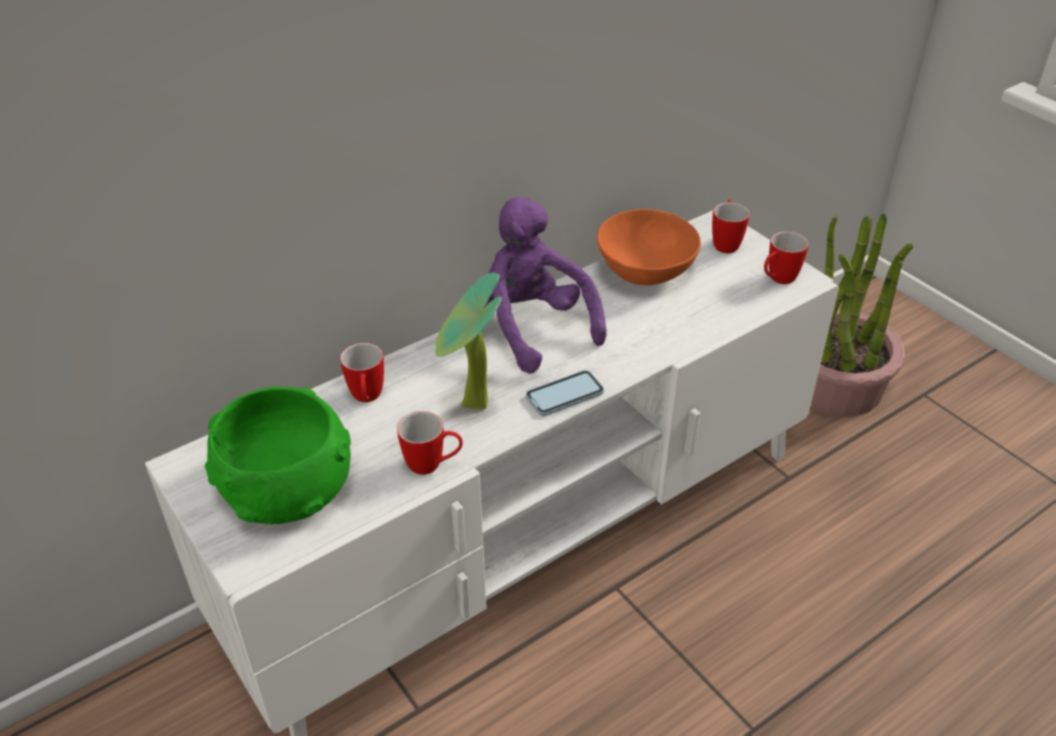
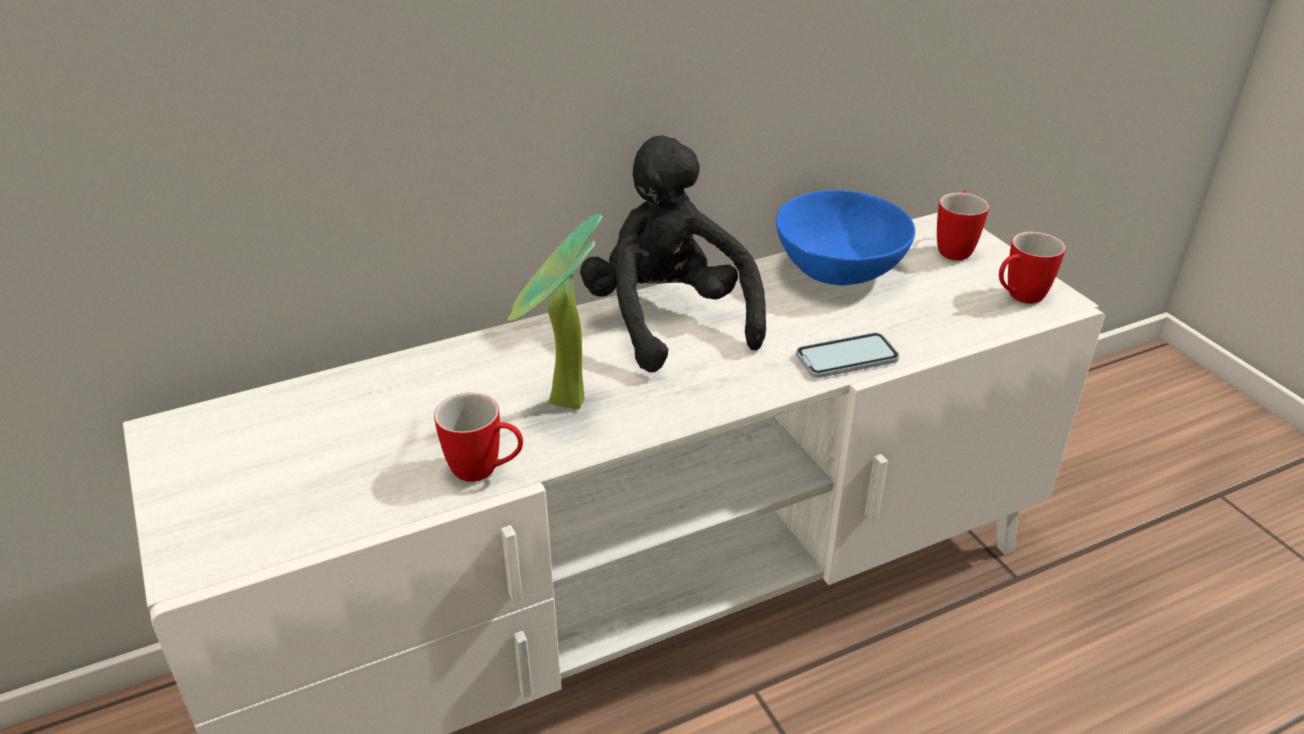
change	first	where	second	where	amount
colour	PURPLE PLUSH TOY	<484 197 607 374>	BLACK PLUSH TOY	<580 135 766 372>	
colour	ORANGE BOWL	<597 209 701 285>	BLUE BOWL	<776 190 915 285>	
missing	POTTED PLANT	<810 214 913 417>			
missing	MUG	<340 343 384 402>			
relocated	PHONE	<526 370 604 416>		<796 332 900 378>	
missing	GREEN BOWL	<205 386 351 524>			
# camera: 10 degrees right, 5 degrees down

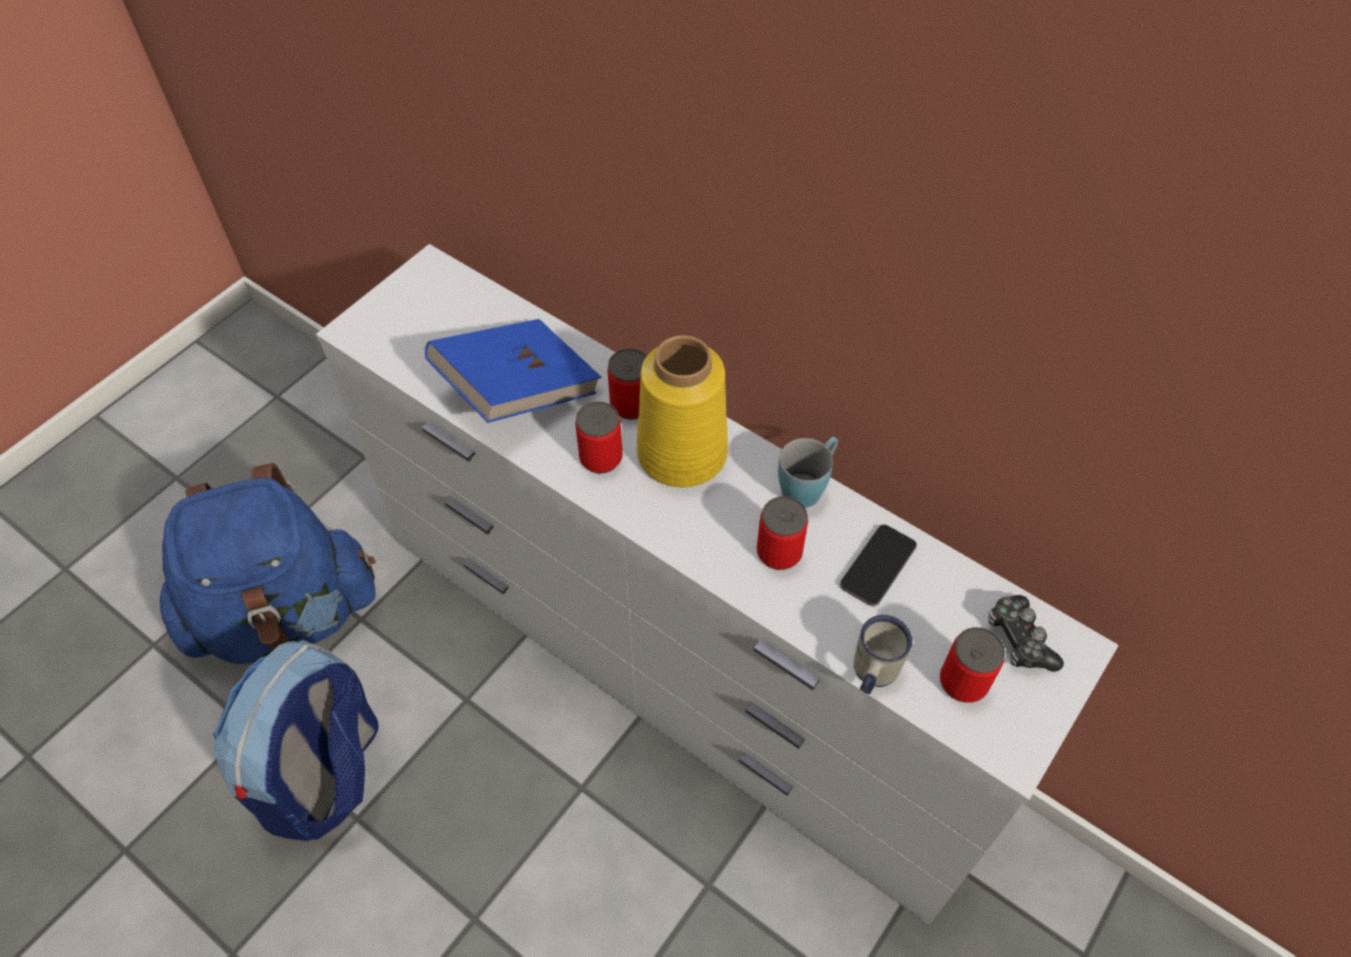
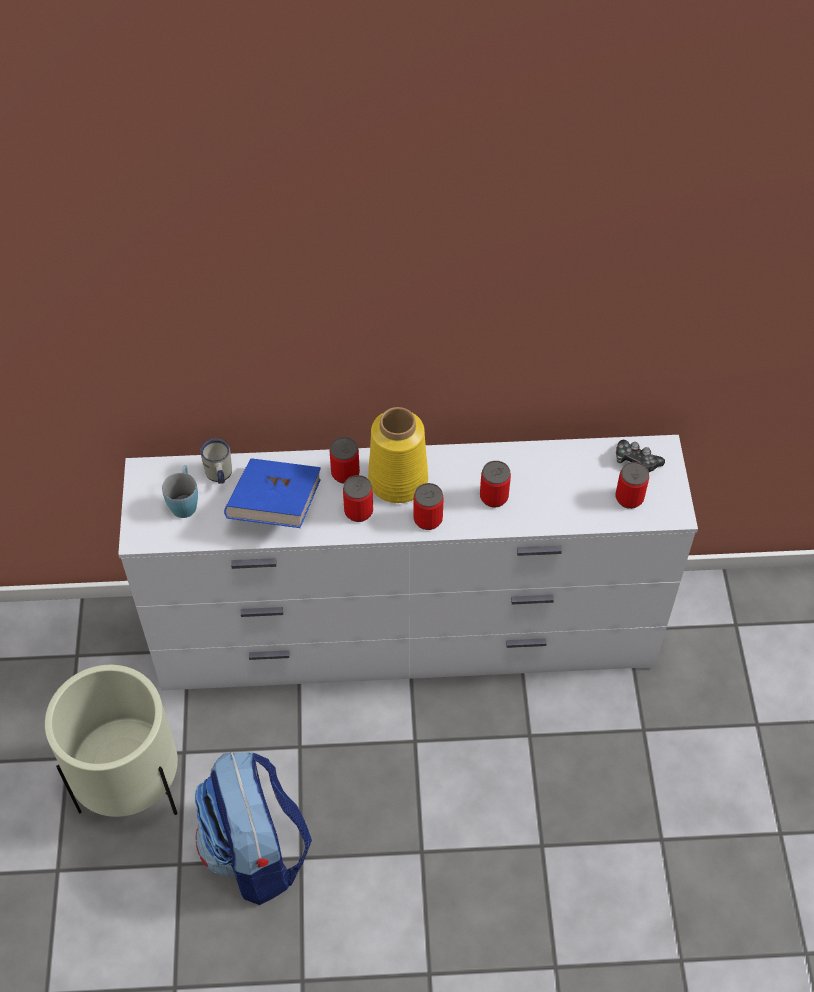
change	first	where	second	where	amount
relocated	BLUE MUG	<778 436 838 508>		<162 465 198 518>	
exchanged	BLUE BACKPACK	<160 463 376 664>	BEIGE PLANTER	<45 665 178 817>	
missing	PHONE	<840 524 917 606>			
relocated	WHITE MUG	<854 615 912 694>		<200 439 232 484>	
appeared			CAN	<413 483 444 530>	
# camera: 40 degrees left, 0 degrees up

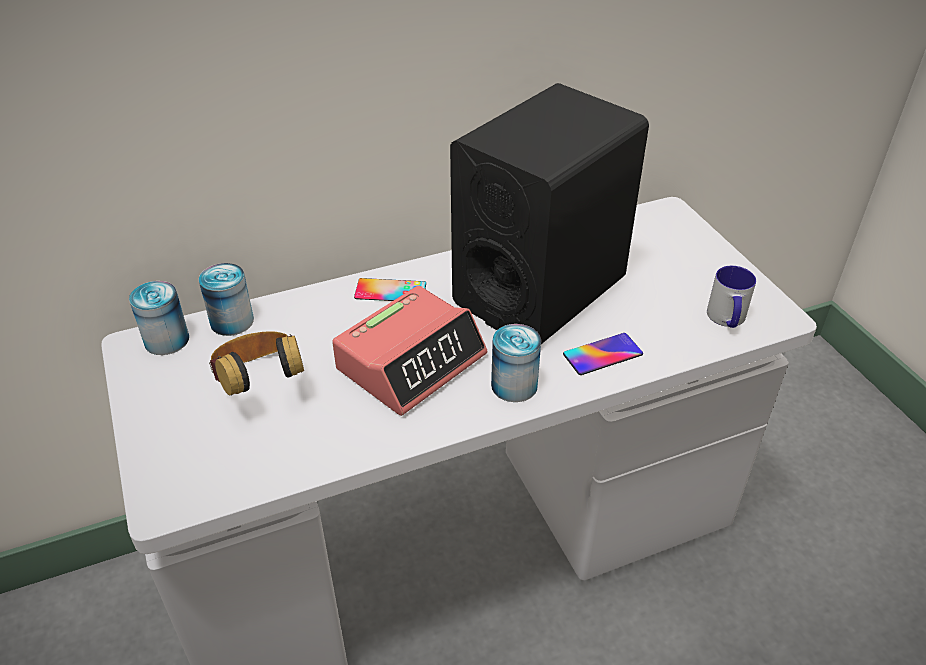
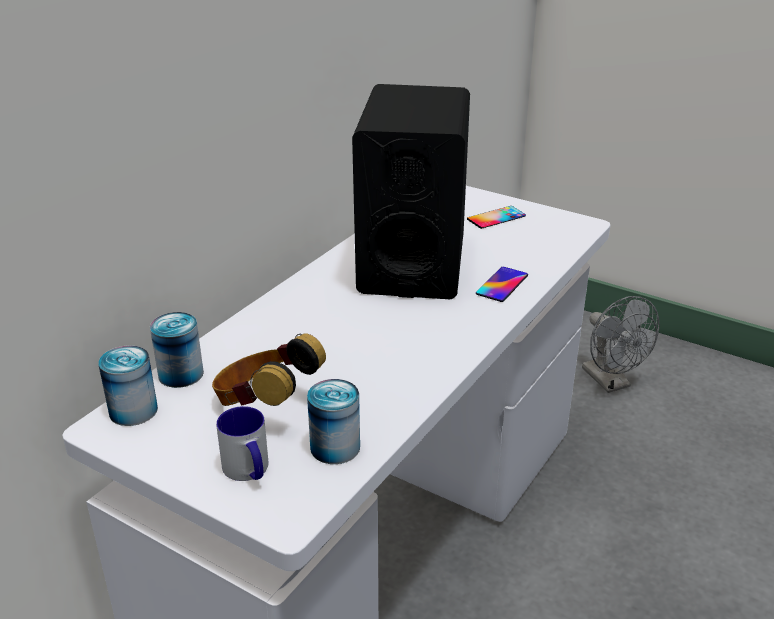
change	first	where	second	where	amount
relocated	MUG	<707 266 756 328>		<216 406 268 481>	
relocated	PHONE	<354 278 426 301>		<467 206 526 229>	
missing	ALARM CLOCK	<332 286 487 416>			
relocated	CAN	<491 324 541 402>		<307 379 360 464>	
appeared			GREY FAN	<582 296 659 393>	
# camera: 35 degrees left, 10 degrees down

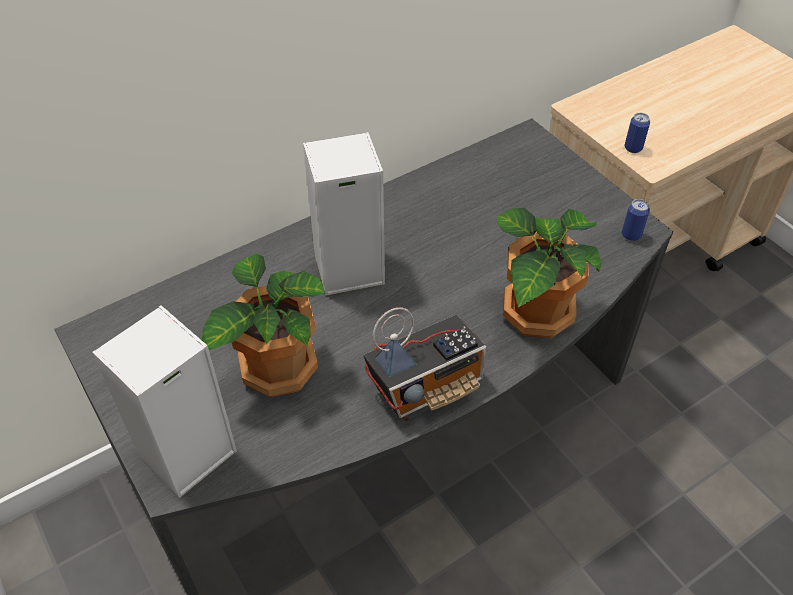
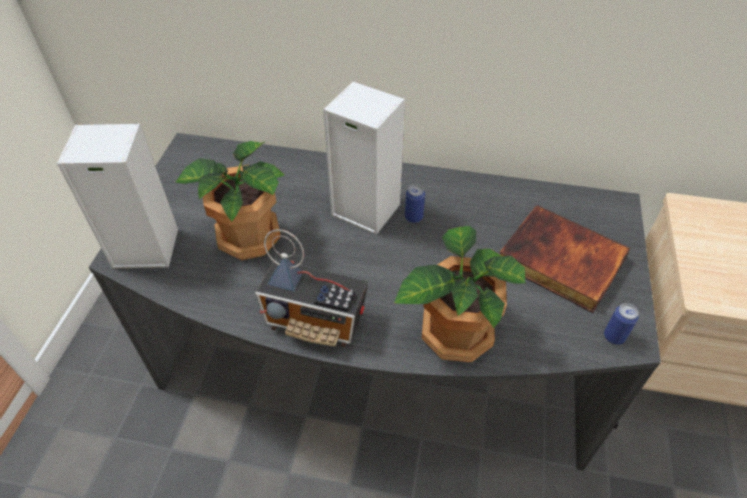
change	first	where	second	where	amount
relocated	CAN	<624 113 650 153>		<405 184 425 223>	
appeared			BOOK	<499 205 631 313>	
# camera: 45 degrees right, 0 degrees up

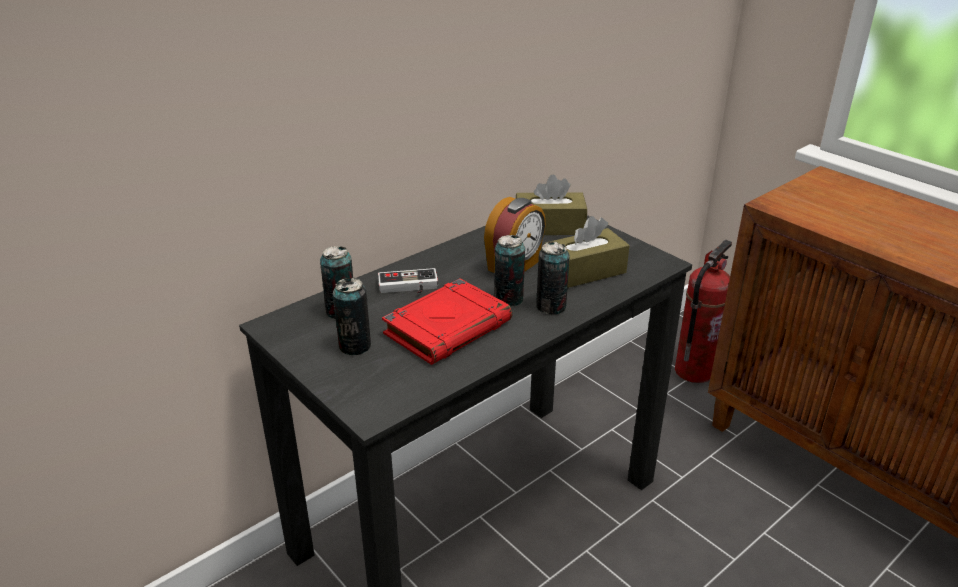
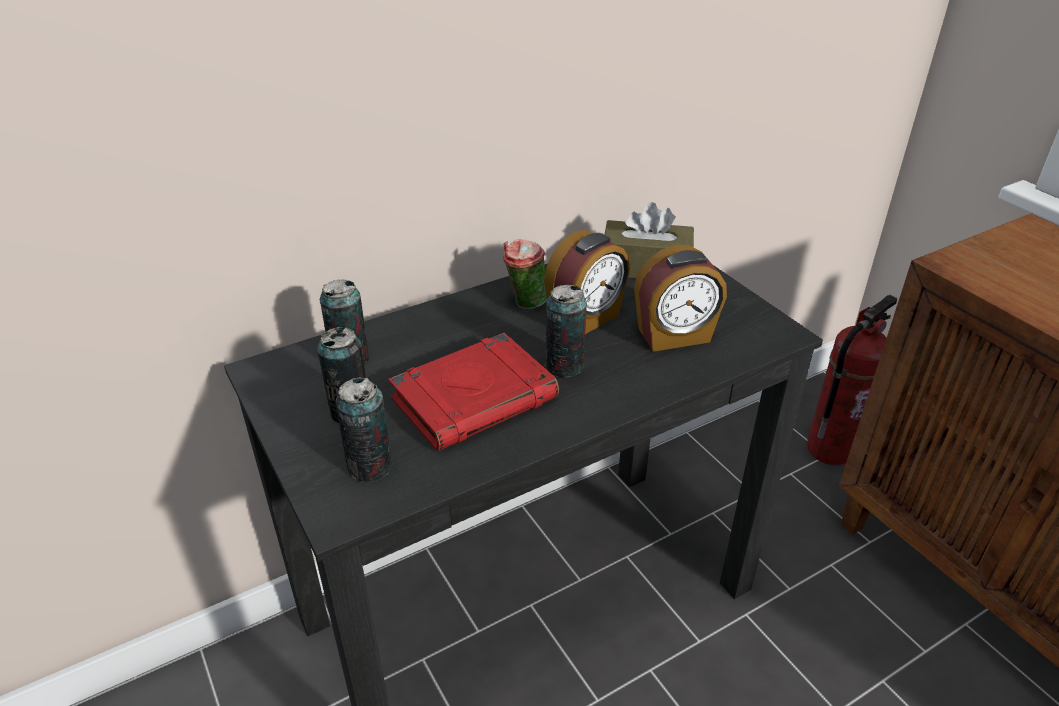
change	first	where	second	where	amount
exchanged	BROWN TISSUE BOX	<545 216 630 288>	ALARM CLOCK	<634 245 727 352>	
relocated	CAN	<536 241 570 314>		<335 377 393 482>	
missing	GAME CONTROLLER	<378 268 438 293>			
appeared			CUP	<503 239 547 310>	
# camera: 10 degrees right, 5 degrees up

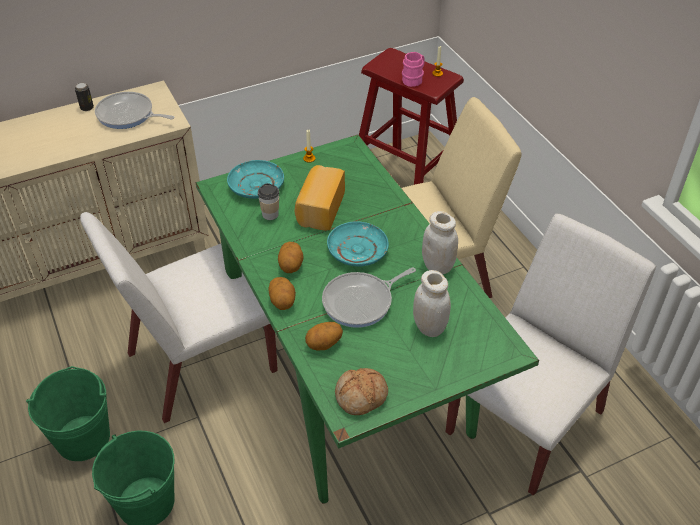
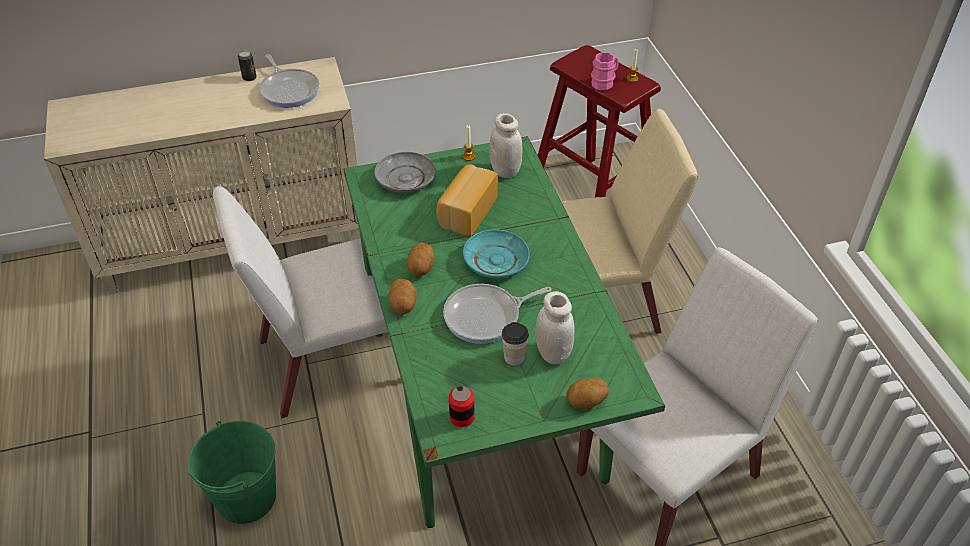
change	first	where	second	where	amount
spun	FRYING PAN	<95 92 174 129>		<259 54 320 108>	150 degrees counterclockwise
colour	TURQUOISE PLATE	<227 160 284 199>	GREY PLATE	<374 152 436 193>	
relocated	CUP	<258 183 279 220>		<502 322 529 366>	
relocated	WHITE JAR	<422 211 458 274>		<490 113 522 178>	
relocated	POTATO	<305 322 343 350>		<566 378 609 409>	
missing	GREEN BUCKET	<26 366 110 461>			
exchanged	BREAD	<335 368 388 415>	CAN	<449 386 475 427>	
# camera: 10 degrees right, 0 degrees up

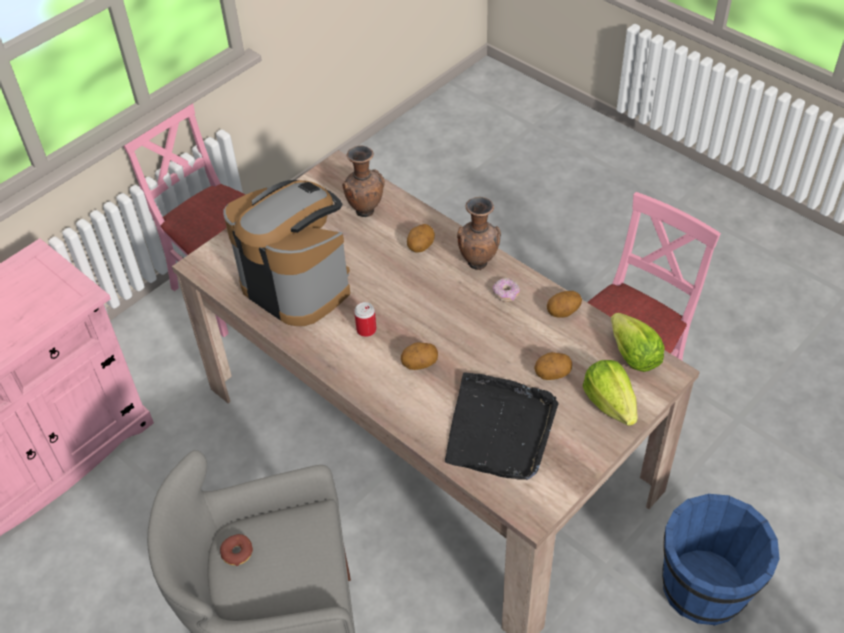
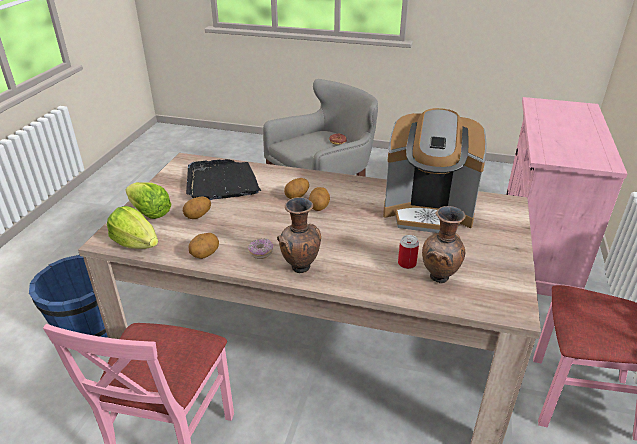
change	first	where	second	where	amount
relocated	POTATO	<407 224 435 252>		<309 187 330 211>	
relocated	CAN	<354 302 377 337>		<398 235 419 269>	
# camera: 150 degrees right, 15 degrees down

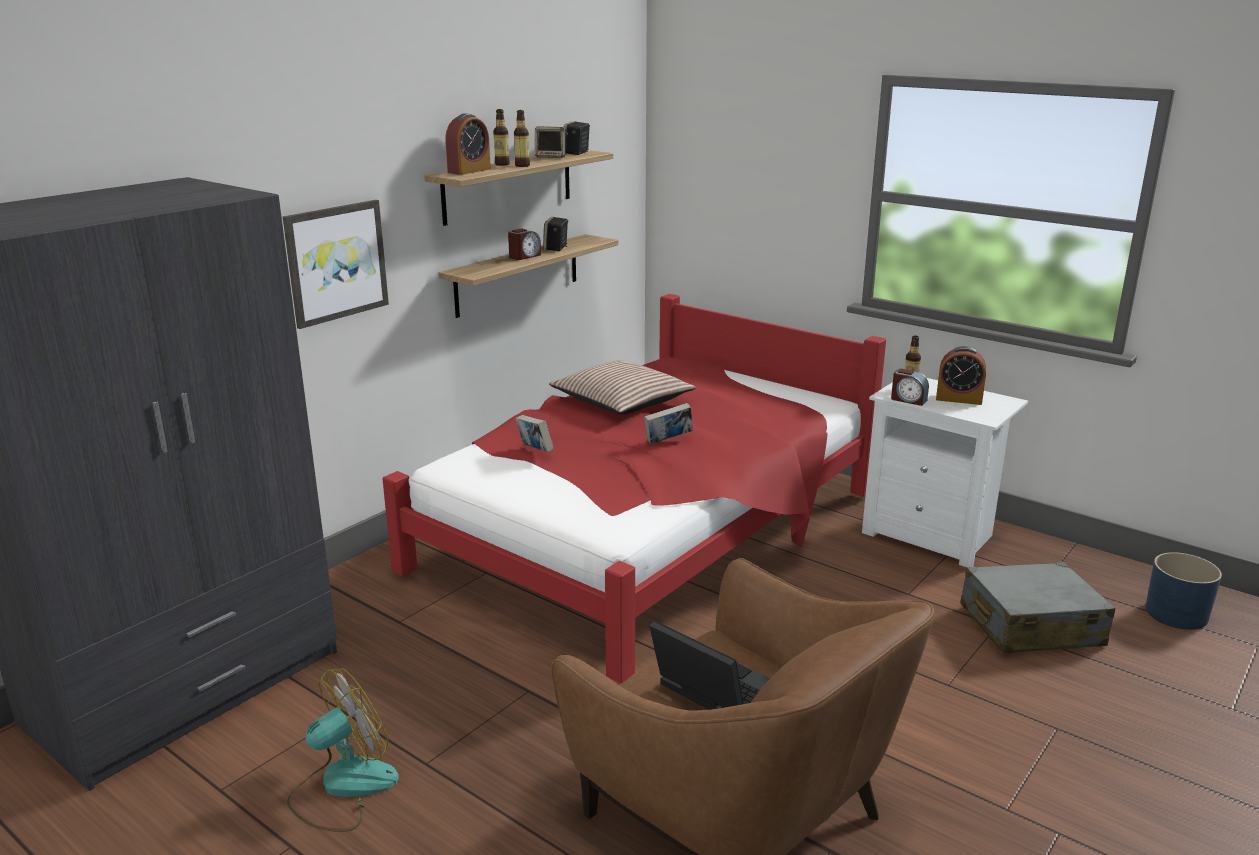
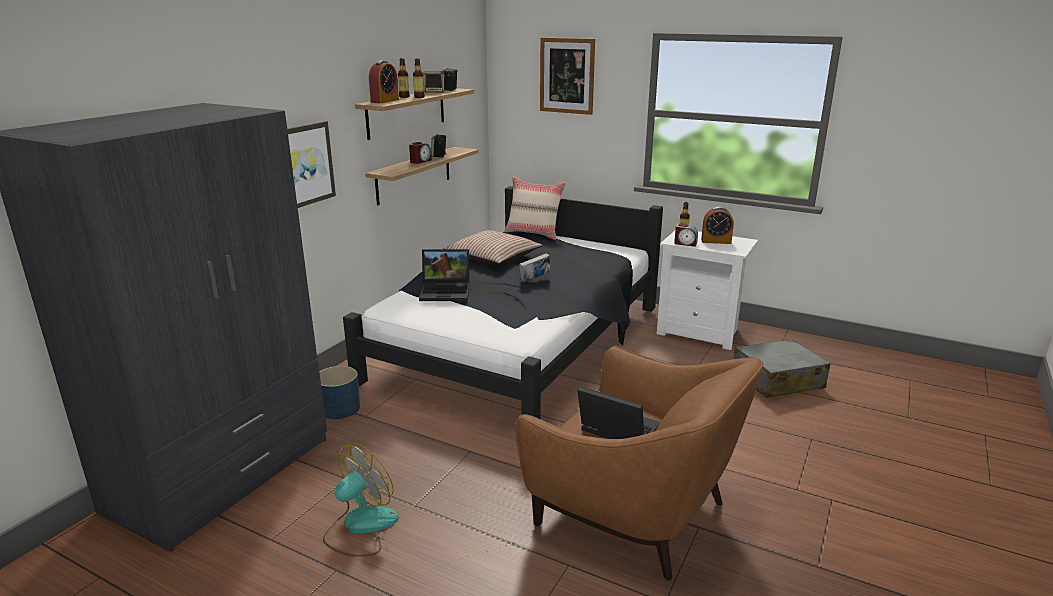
change	first	where	second	where	amount
colour	RED BED	<382 294 886 684>	BLACK BED	<343 186 663 419>	
exchanged	BOOK	<515 415 554 452>	LAPTOP	<419 249 470 301>	
relocated	BLUE PLANTER	<1145 552 1222 630>		<319 366 360 419>	
appeared			PICTURE	<540 38 595 115>	
appeared			BEIGE PILLOW	<504 177 566 240>	
# camera: 10 degrees left, 0 degrees up

